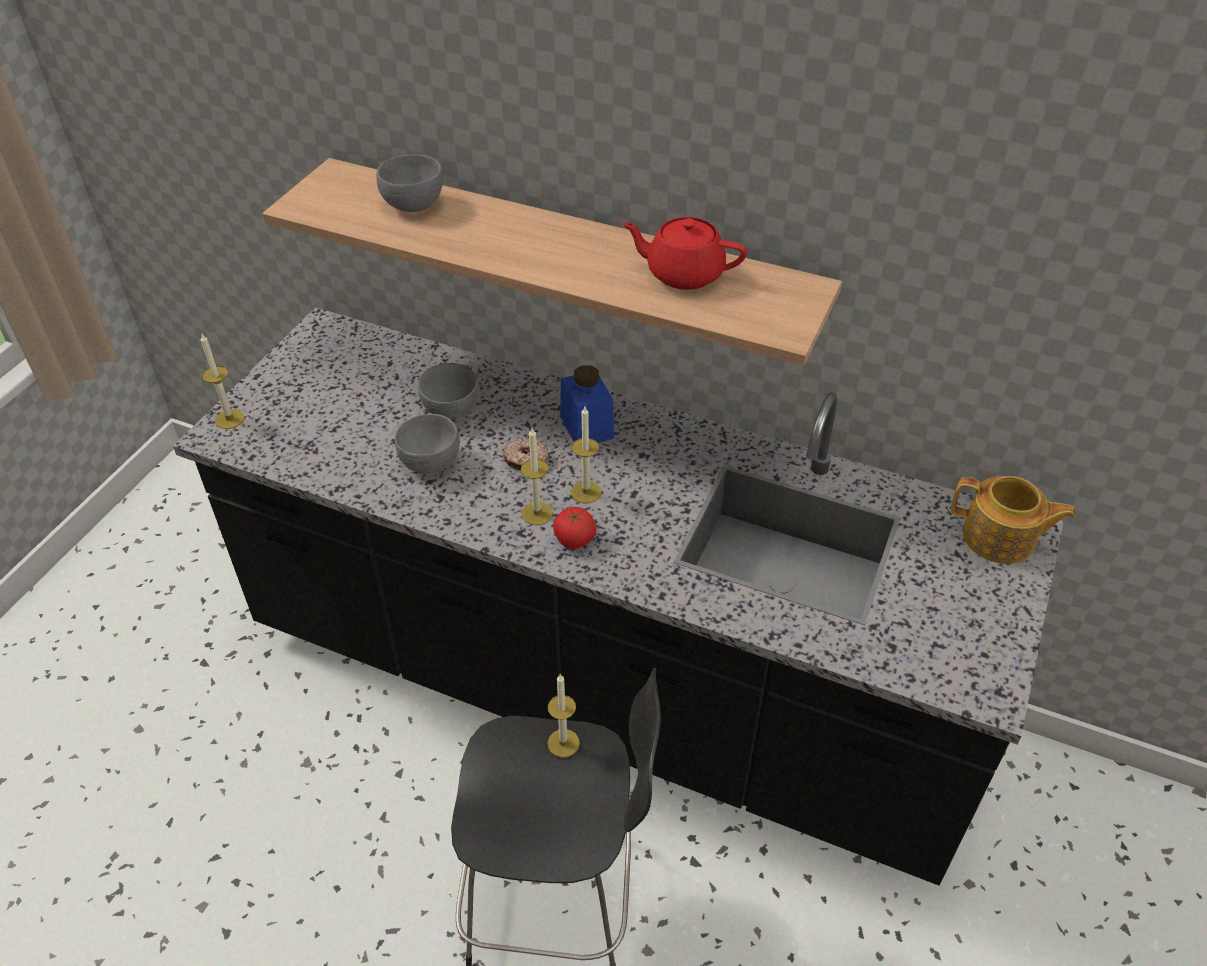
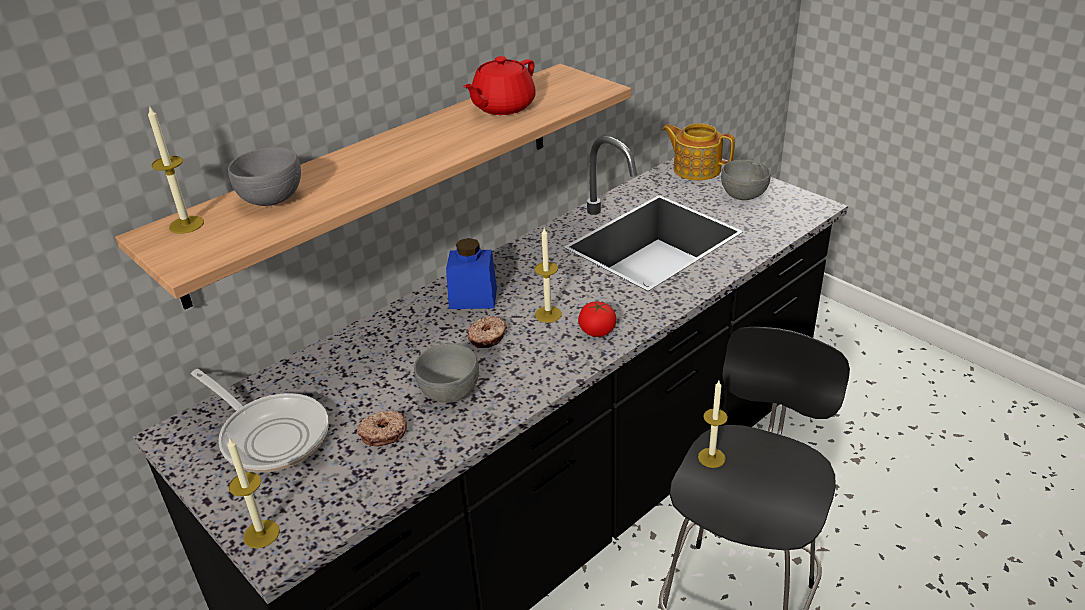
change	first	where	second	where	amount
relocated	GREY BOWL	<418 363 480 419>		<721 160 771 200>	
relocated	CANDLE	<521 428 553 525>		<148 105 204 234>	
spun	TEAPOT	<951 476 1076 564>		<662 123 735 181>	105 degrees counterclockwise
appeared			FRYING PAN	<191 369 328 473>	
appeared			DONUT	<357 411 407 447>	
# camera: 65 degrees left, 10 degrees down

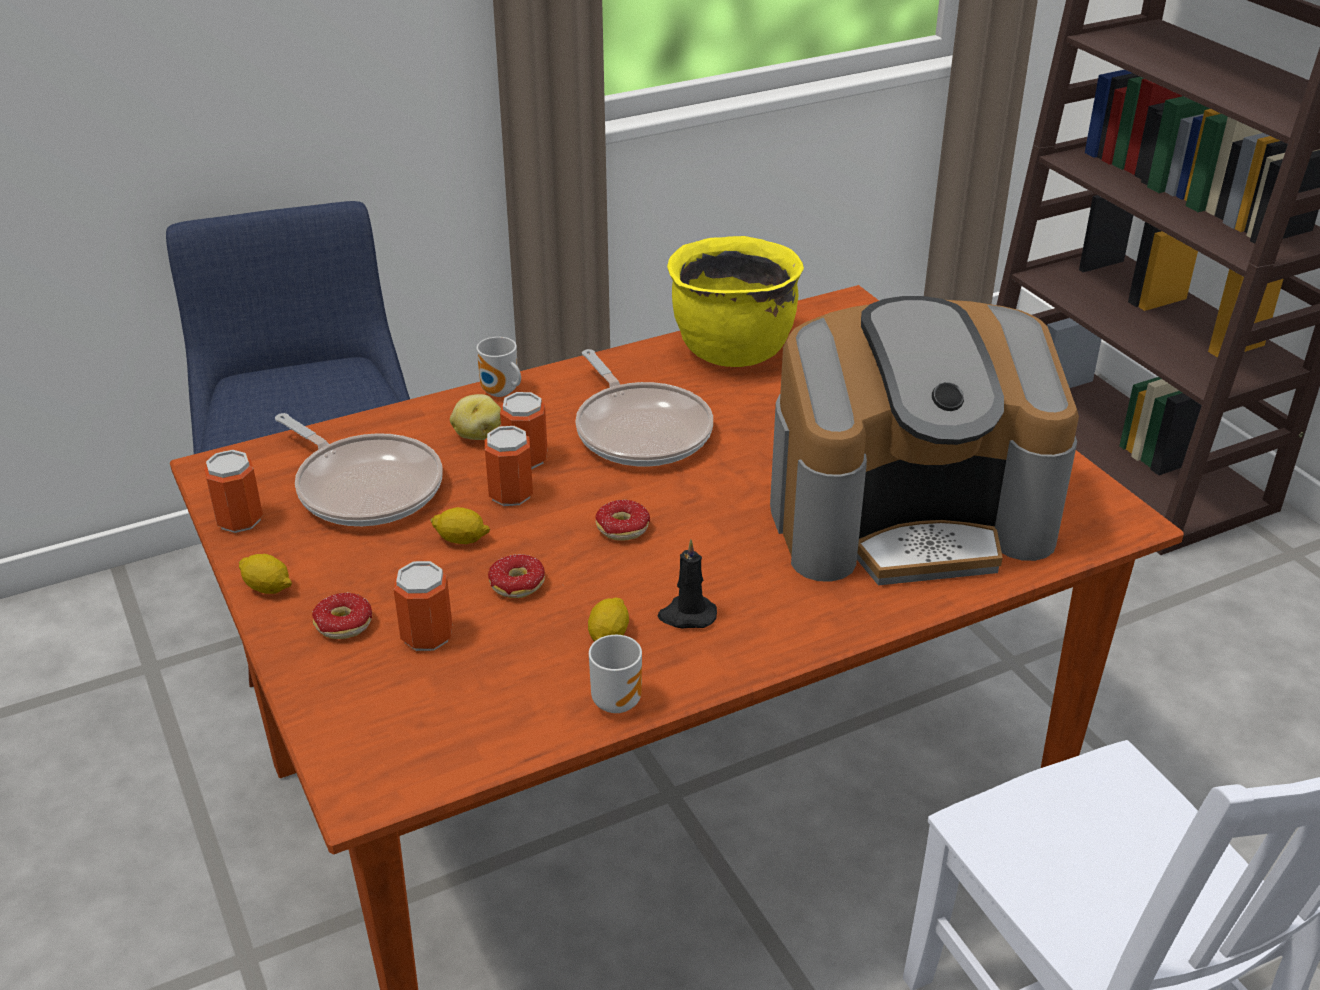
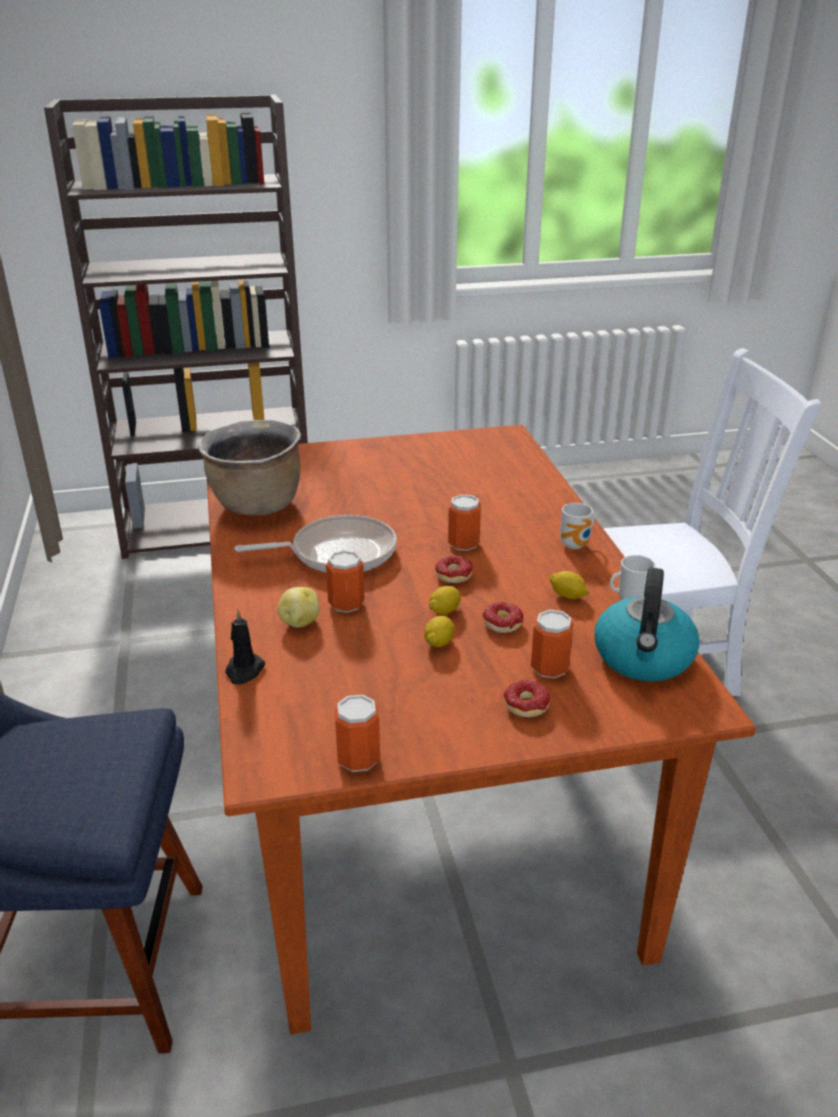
change	first	where	second	where	amount
colour	YELLOW COOKING POT	<667 236 804 367>	BROWN COOKING POT	<198 420 301 516>	
missing	COFFEE MACHINE	<770 296 1079 585>			
relocated	MUG	<477 337 521 397>		<560 503 594 549>	
missing	FRYING PAN	<275 413 443 526>			
relocated	CAN	<485 426 533 506>		<448 494 481 551>	
relocated	BLACK CANDLE	<657 539 717 629>		<225 609 265 685>	
relocated	LEMON	<239 554 292 594>		<429 586 461 615>	
appeared			KETTLE	<594 567 700 681>	
# camera: 75 degrees left, 5 degrees down

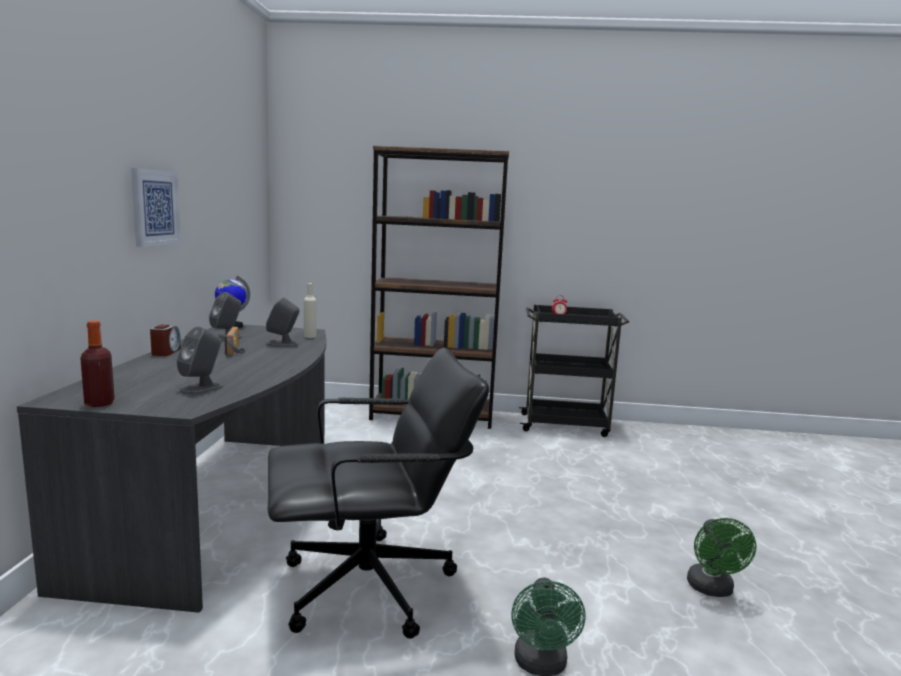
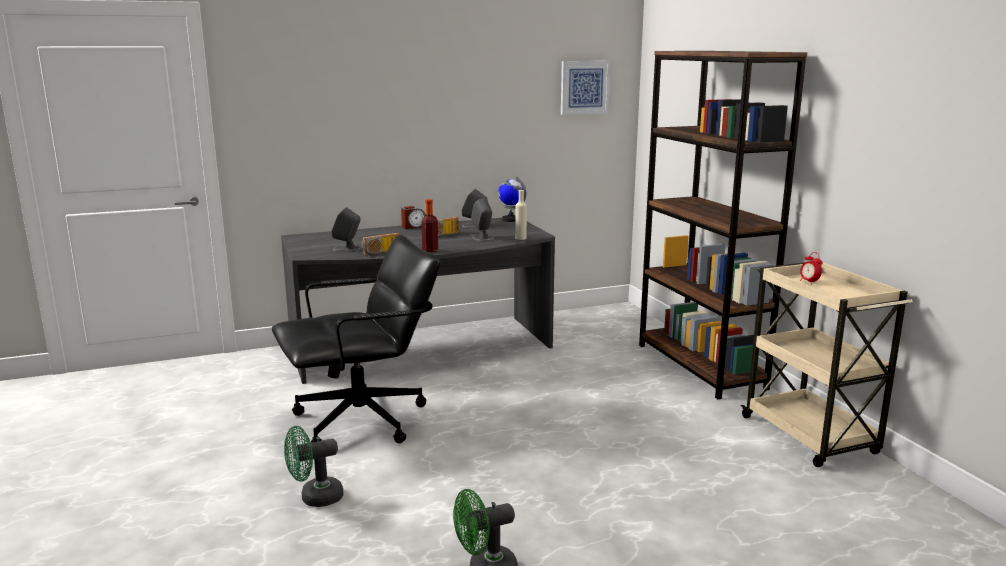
change	first	where	second	where	amount
relocated	PICTURE	<131 168 181 247>		<561 61 610 115>	
colour	BLACK CART	<519 305 629 437>	BEIGE CART	<740 262 913 467>	
relocated	BOTTLE	<80 321 115 407>		<421 199 438 252>	
spun	BLACK OFFICE CHAIR	<268 348 489 639>		<272 234 440 443>	75 degrees counterclockwise
appeared			RADIO	<361 233 400 256>	
# camera: 65 degrees right, 5 degrees up

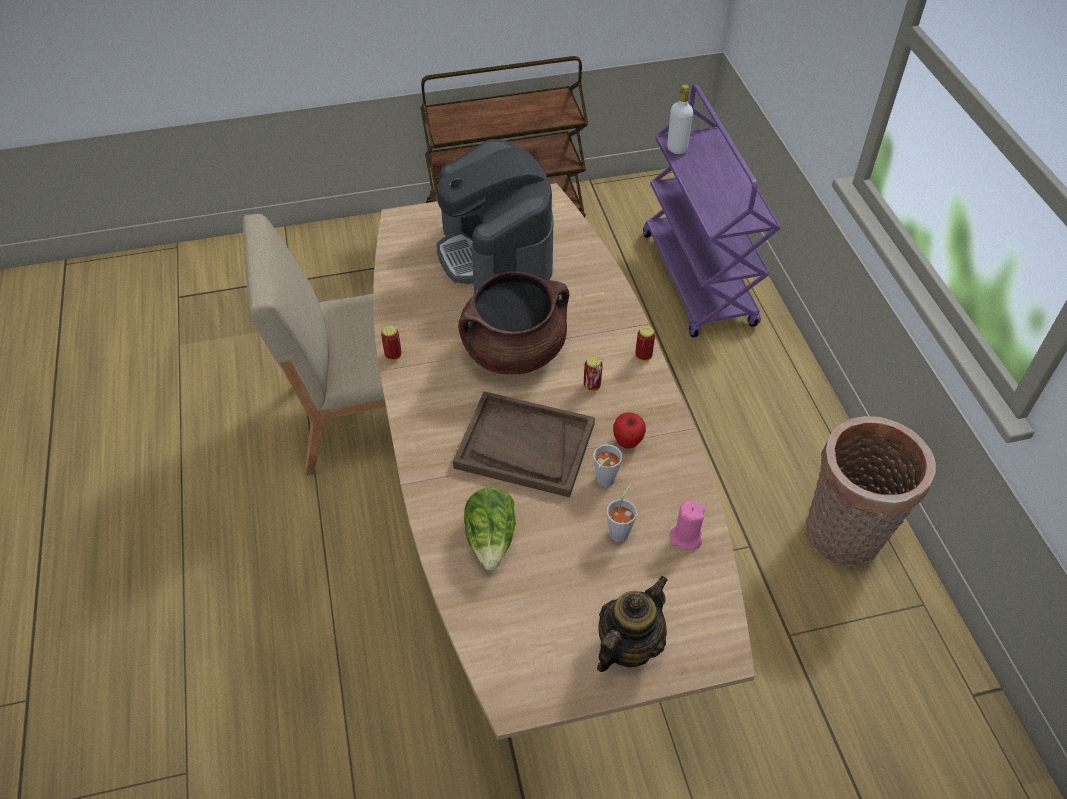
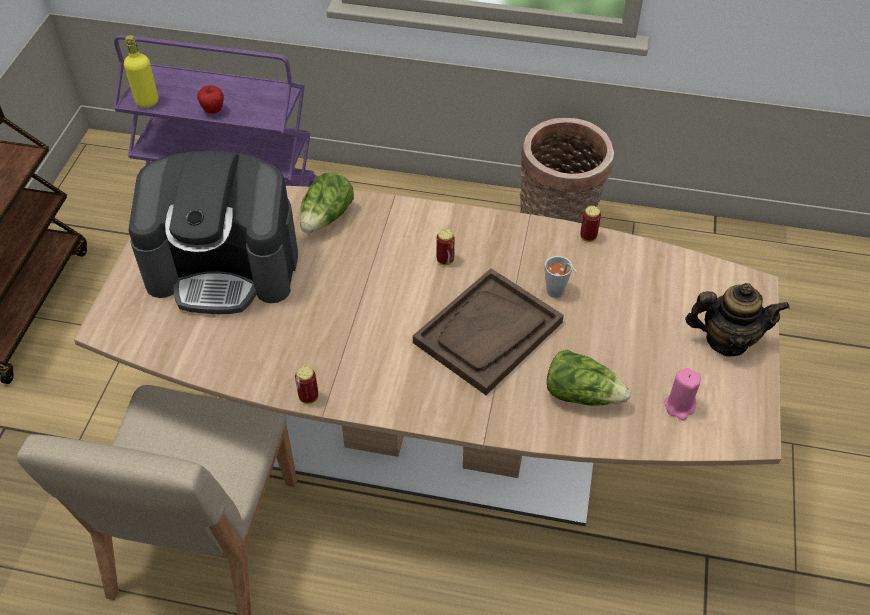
change	first	where	second	where	amount
colour	WHITE BOTTLE	<667 84 693 154>	YELLOW BOTTLE	<124 35 158 108>	
missing	BROWN COOKING POT	<458 271 569 375>			
relocated	CAN	<635 326 655 361>		<580 206 601 242>	
relocated	APPLE	<613 413 646 448>		<197 85 224 114>	
missing	GREY CUP	<607 485 637 542>			
relocated	PINK CANDLE	<670 501 705 550>		<664 368 700 421>	
spun	TEAPOT	<597 576 668 672>		<685 283 790 357>	120 degrees clockwise
appeared			LETTUCE	<300 172 354 233>	
# camera: 65 degrees left, 0 degrees up

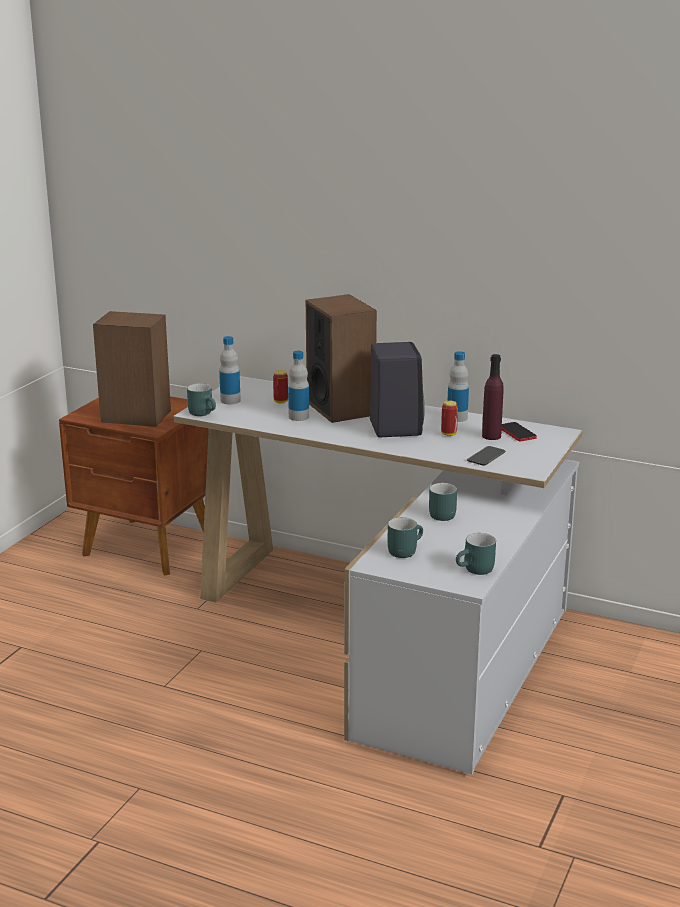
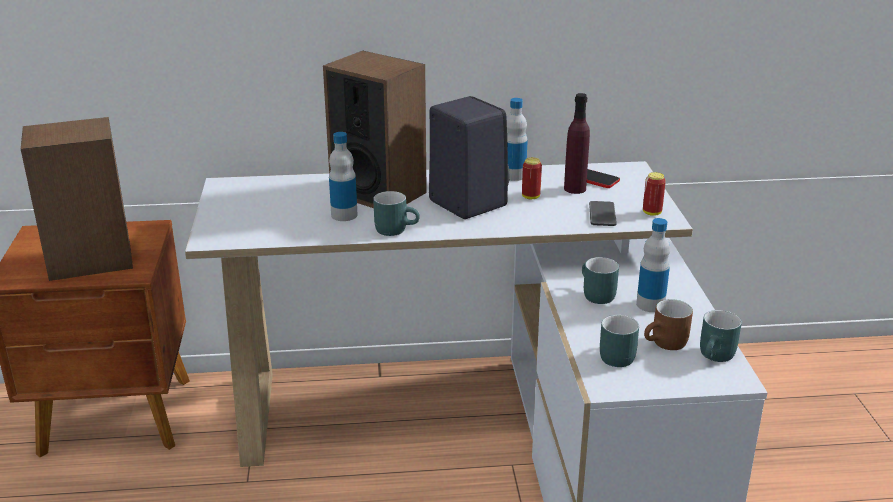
change	first	where	second	where	amount
relocated	BOTTLE	<219 336 241 404>		<636 218 670 312>	
relocated	CAN	<273 370 288 403>		<643 172 666 216>	
relocated	TURQUOISE MUG	<187 383 216 416>		<373 191 420 236>	
appeared			BROWN MUG	<644 299 693 350>	
# camera: 30 degrees left, 5 degrees up

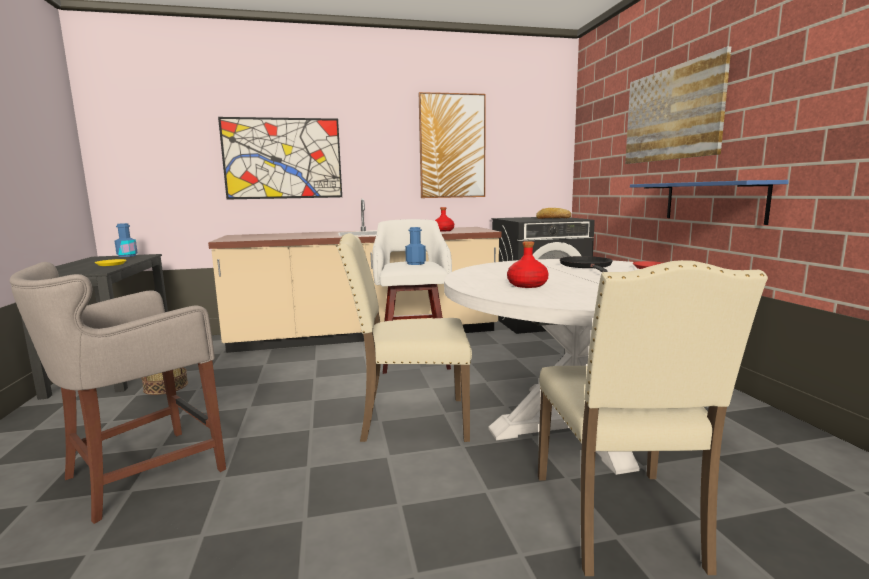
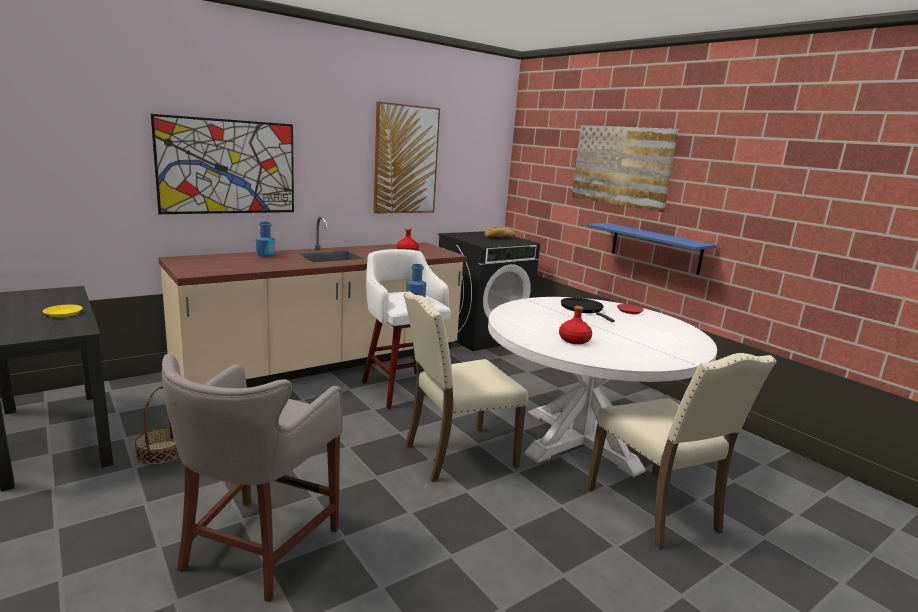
change	first	where	second	where	amount
relocated	BLUE BOTTLE	<115 223 138 257>		<256 221 276 257>	
# camera: 25 degrees left, 5 degrees up

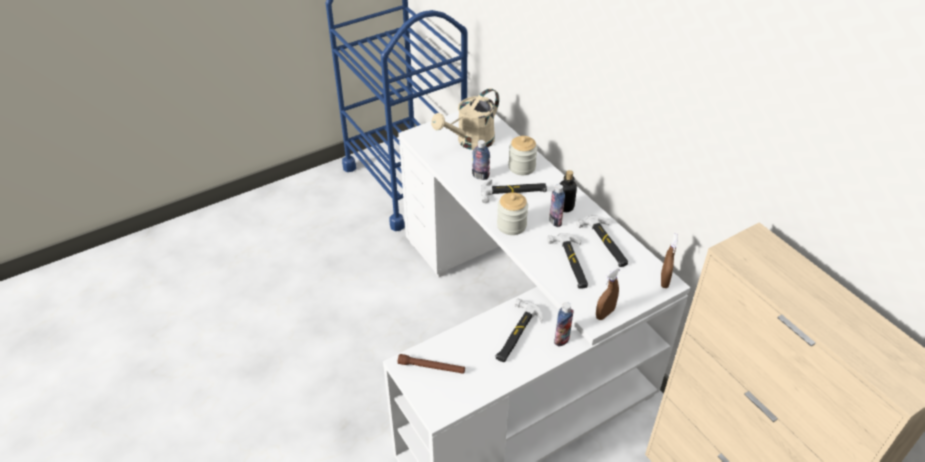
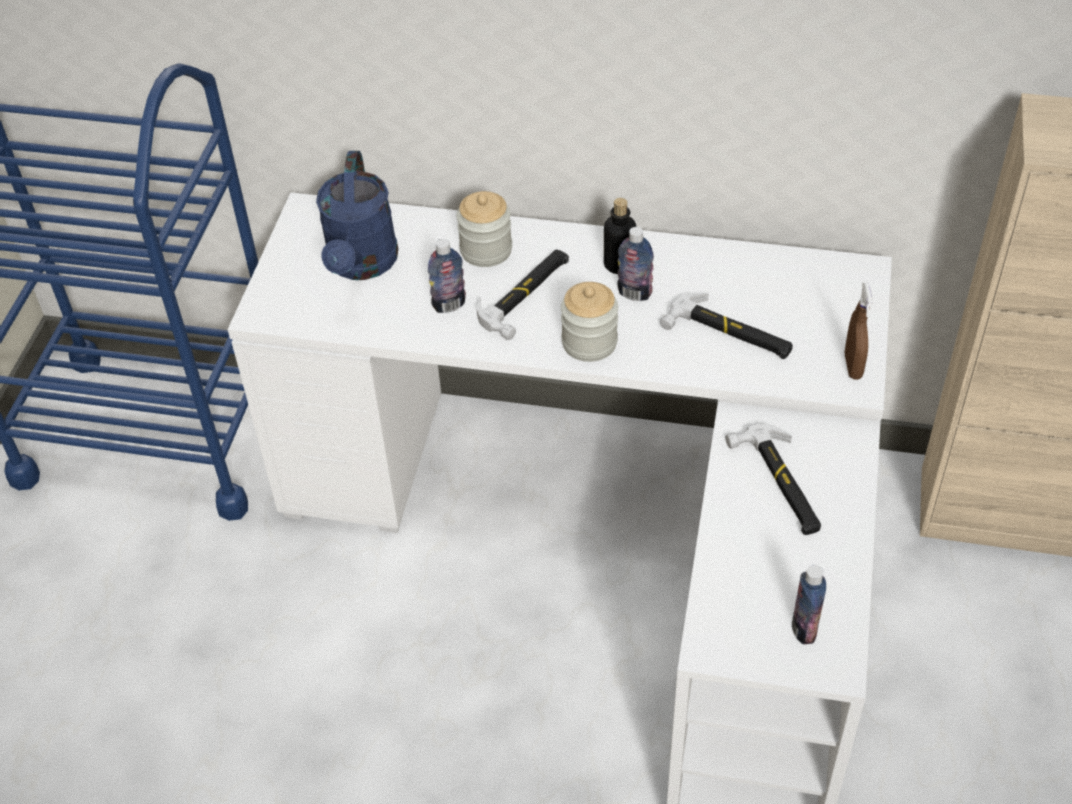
change	first	where	second	where	amount
colour	BEIGE WATERING CAN	<431 88 499 150>	BLUE WATERING CAN	<316 151 398 280>	
missing	HAMMER	<576 216 628 267>			
missing	BROWN SPRAY BOTTLE	<661 234 678 288>			
relocated	BOTTLE	<554 302 574 346>		<792 565 826 644>	
missing	BROWN FLASHLIGHT	<398 354 465 374>			
# camera: 45 degrees left, 5 degrees up

